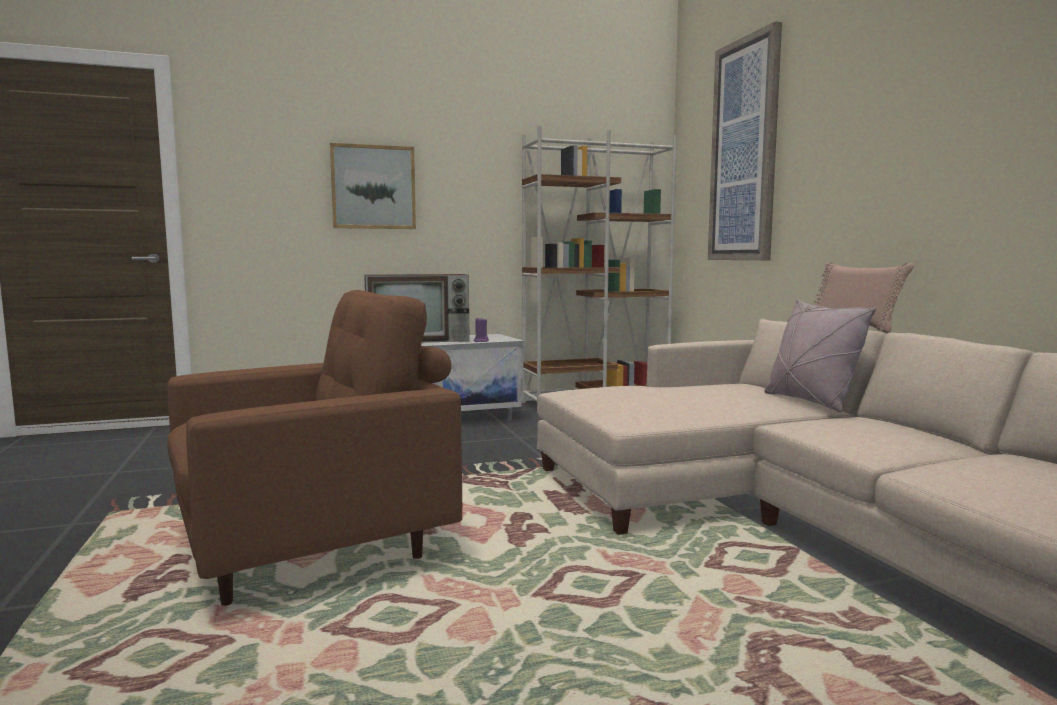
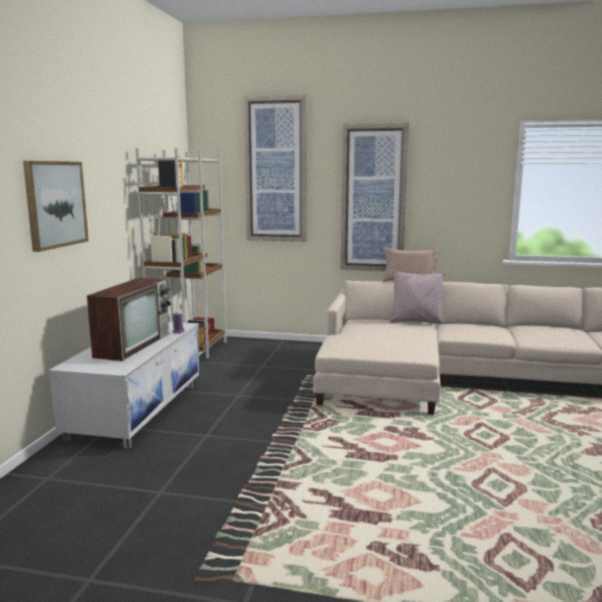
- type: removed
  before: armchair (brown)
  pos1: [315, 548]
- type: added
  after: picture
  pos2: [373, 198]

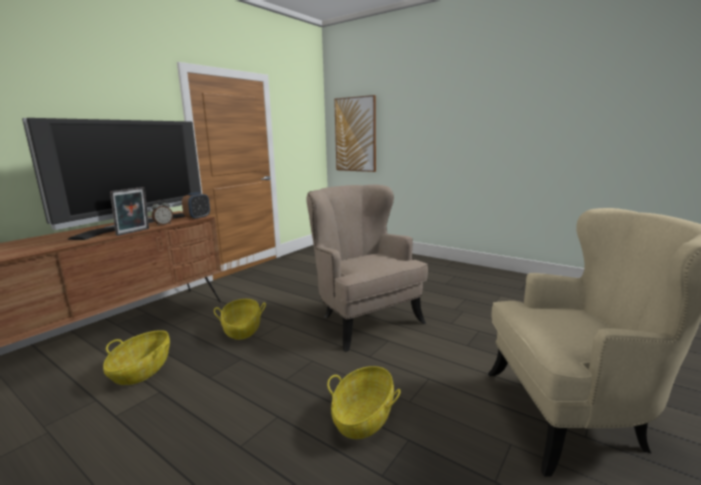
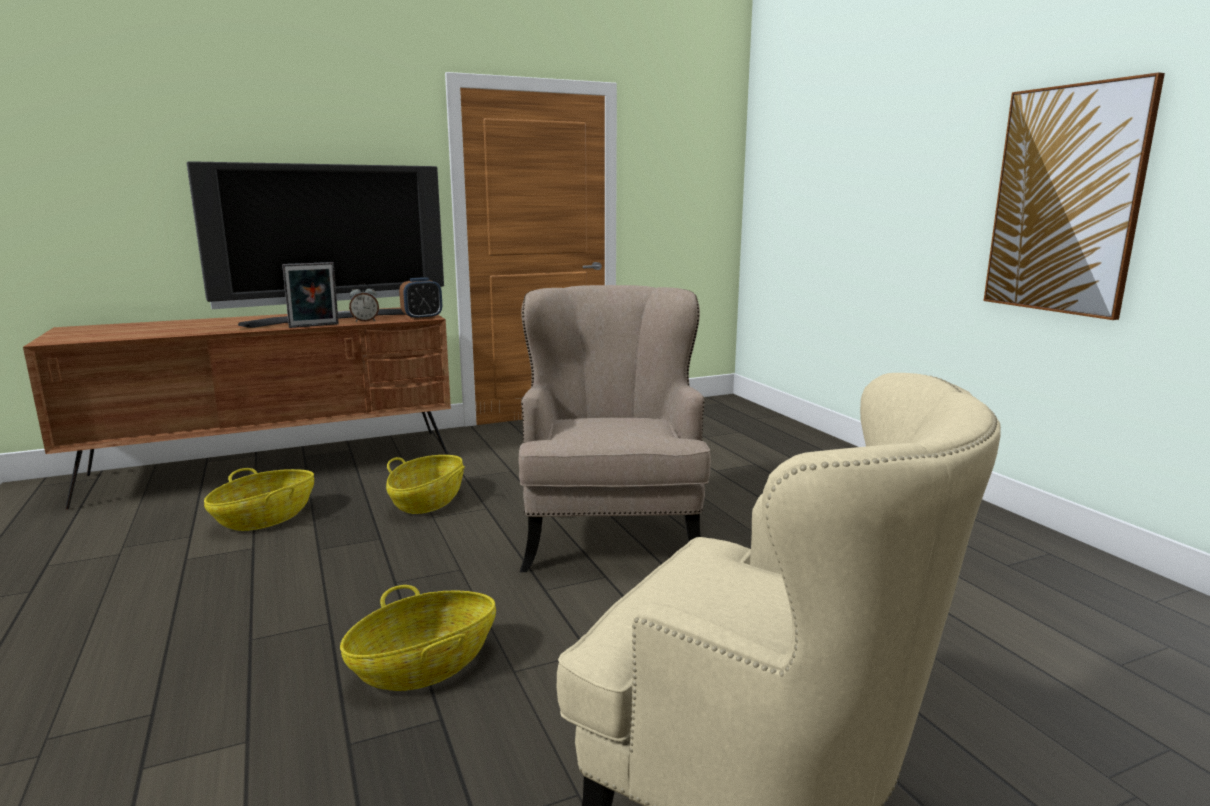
- type: moved
  before: picture
  pos1: [355, 134]
  pos2: [1066, 200]

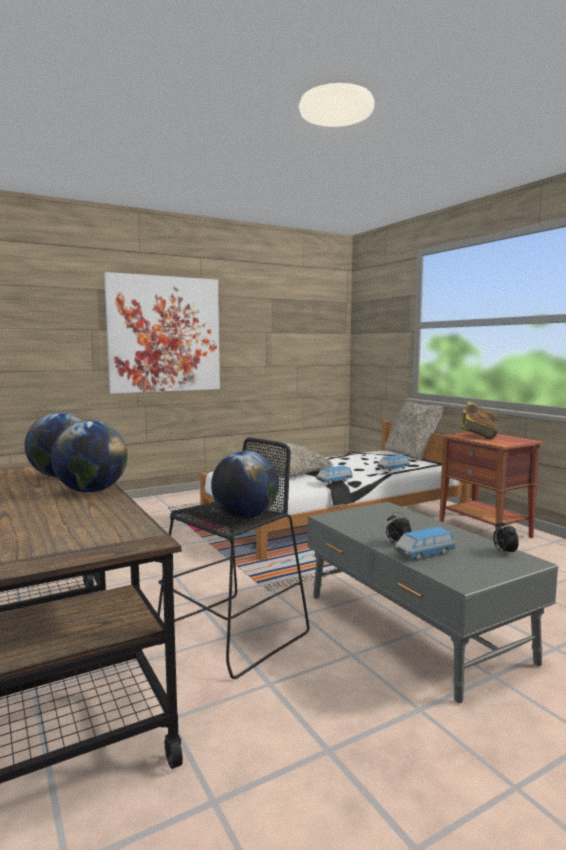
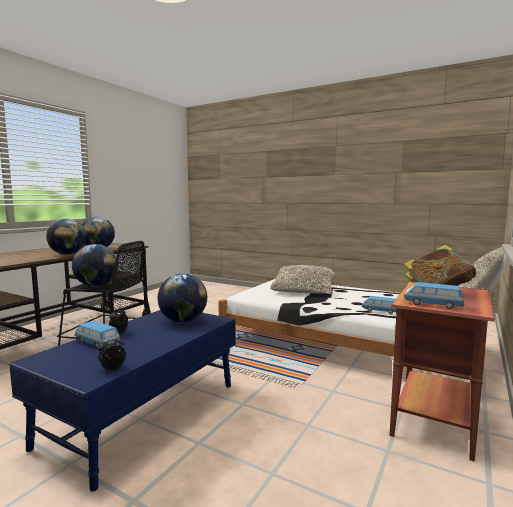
- type: removed
  before: picture
  pos1: [164, 334]
- type: recoloured
  before: low table (grey)
  after: low table (blue)
  pos1: [414, 628]
  pos2: [143, 415]
- type: moved
  before: model car
  pos1: [334, 481]
  pos2: [432, 304]
- type: added
  after: globe
  pos2: [183, 321]

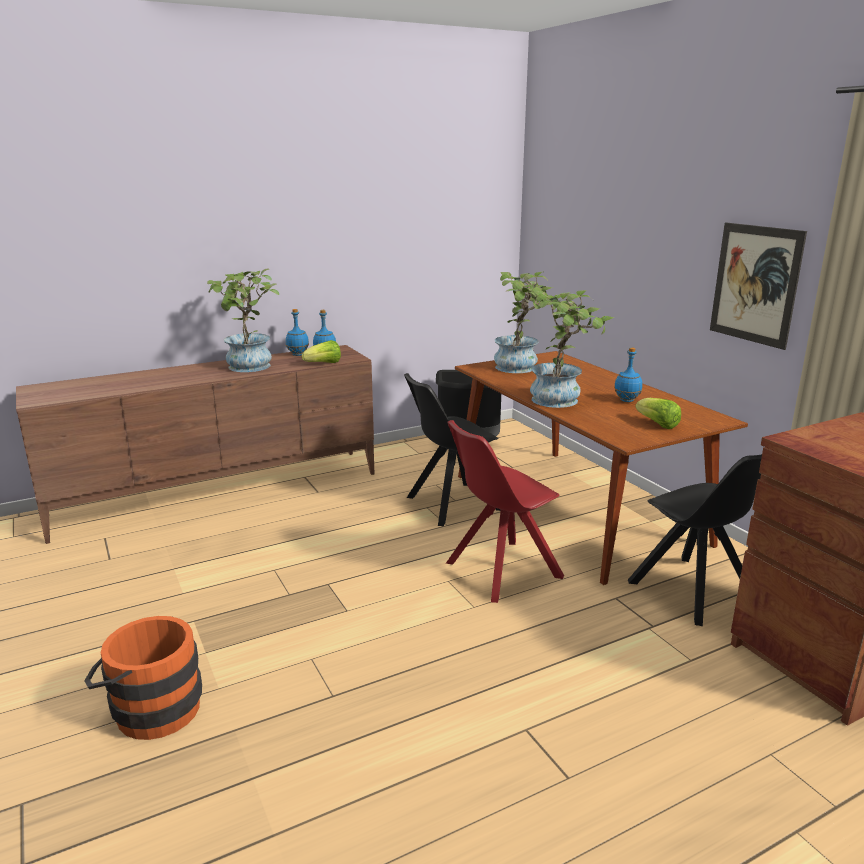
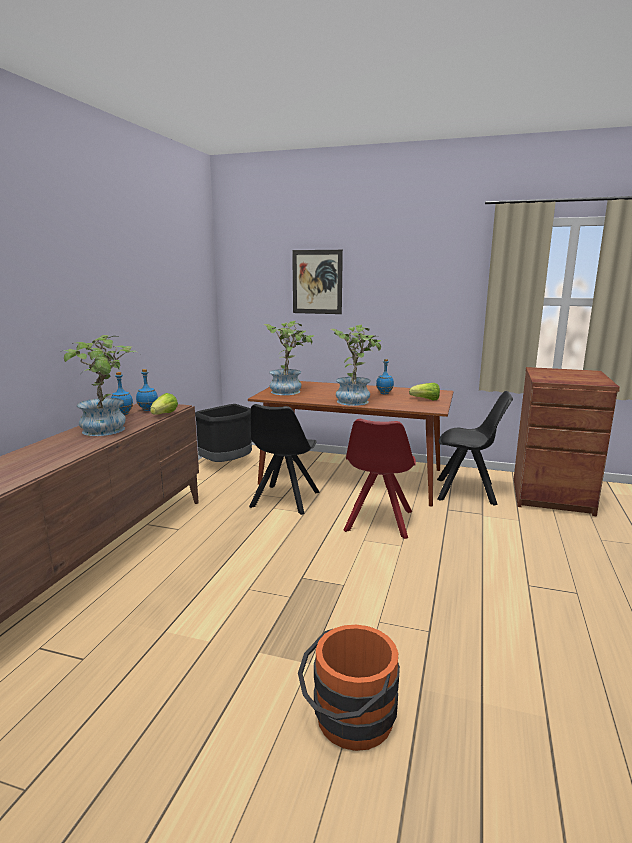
- type: moved
  before: picture
  pos1: [755, 284]
  pos2: [317, 282]

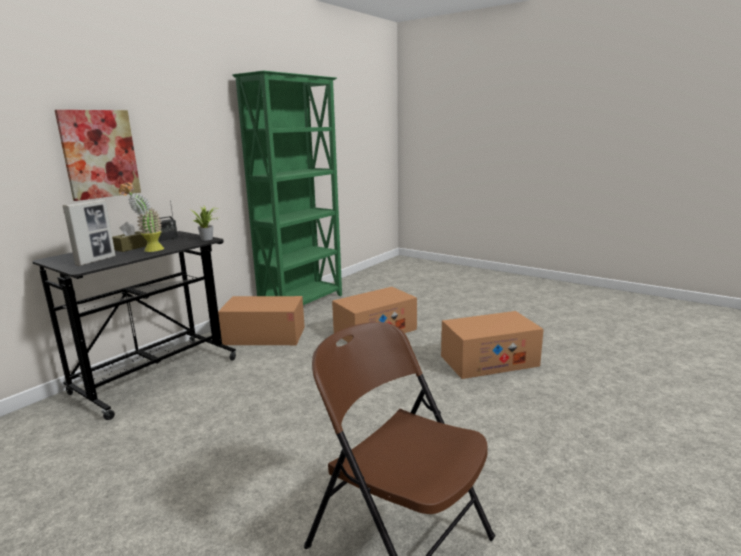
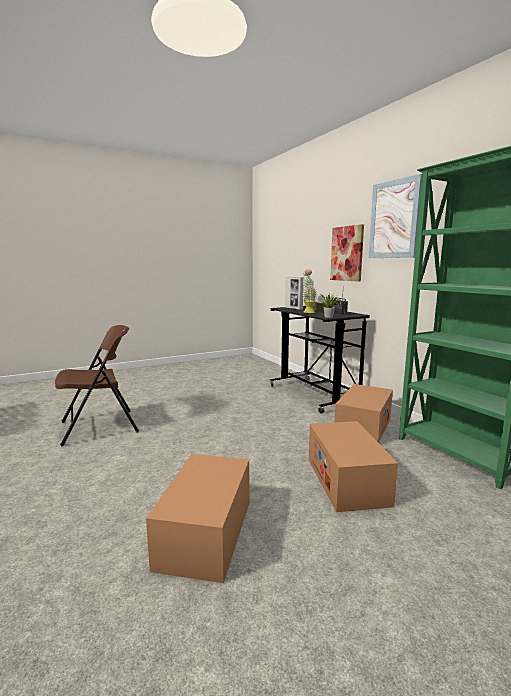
- type: added
  after: picture
  pos2: [394, 219]

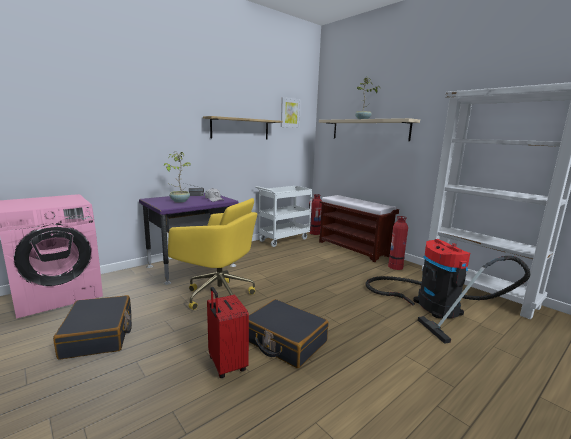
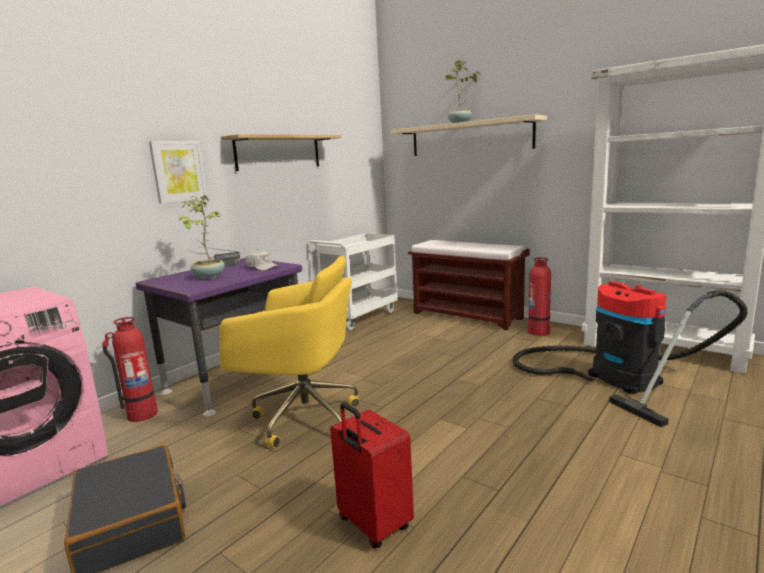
- type: removed
  before: piece of luggage (blackish)
  pos1: [284, 341]
- type: moved
  before: picture
  pos1: [290, 113]
  pos2: [178, 171]
- type: moved
  before: extinguisher
  pos1: [314, 233]
  pos2: [141, 414]

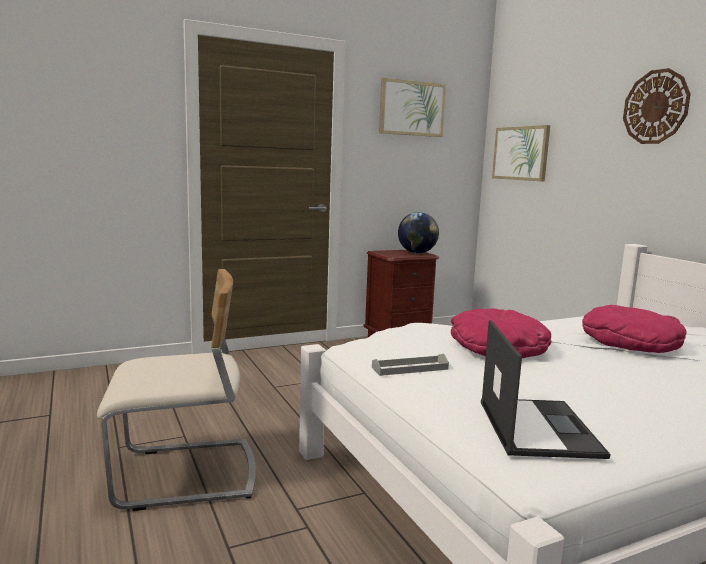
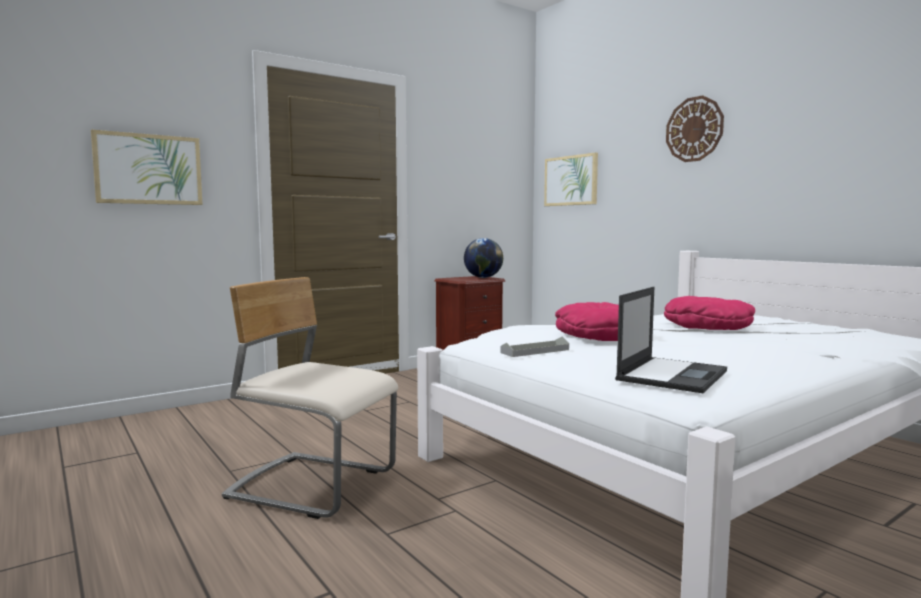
- type: turned
  before: plain chair (beige)
  pos1: [185, 475]
  pos2: [313, 485]
  turn: -135
- type: moved
  before: picture
  pos1: [411, 108]
  pos2: [148, 169]
- type: turned
  before: laptop
  pos1: [537, 427]
  pos2: [672, 375]
  turn: 45

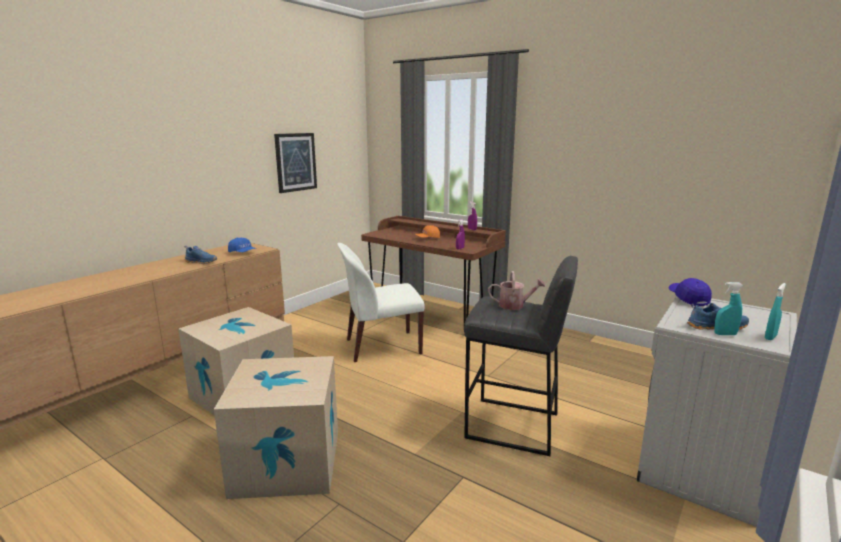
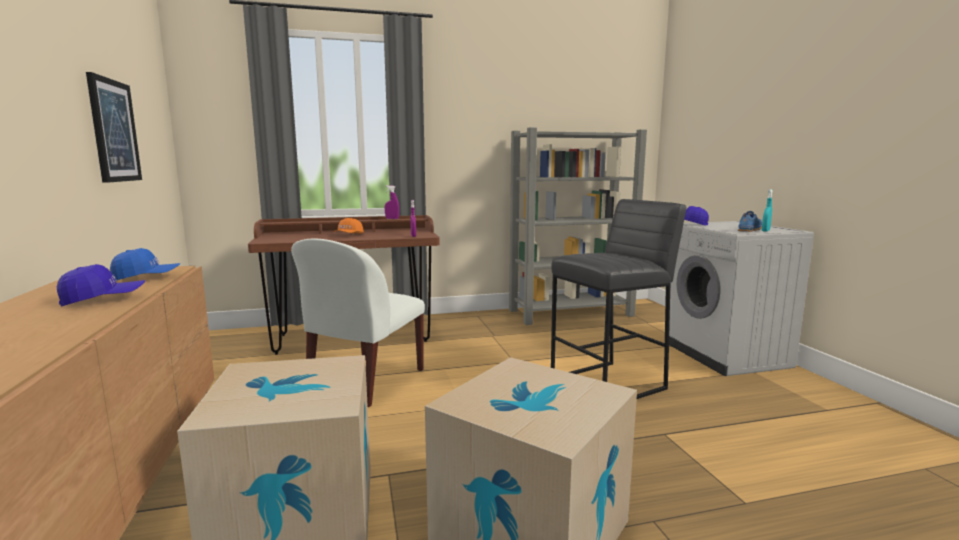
- type: replaced
  before: low shoe (blue)
  after: baseball cap (blue)
  pos1: [202, 262]
  pos2: [103, 299]
- type: removed
  before: watering can
  pos1: [515, 305]
- type: removed
  before: hand sprayer (blue-green)
  pos1: [770, 337]
- type: added
  after: bookshelf (grey)
  pos2: [570, 313]

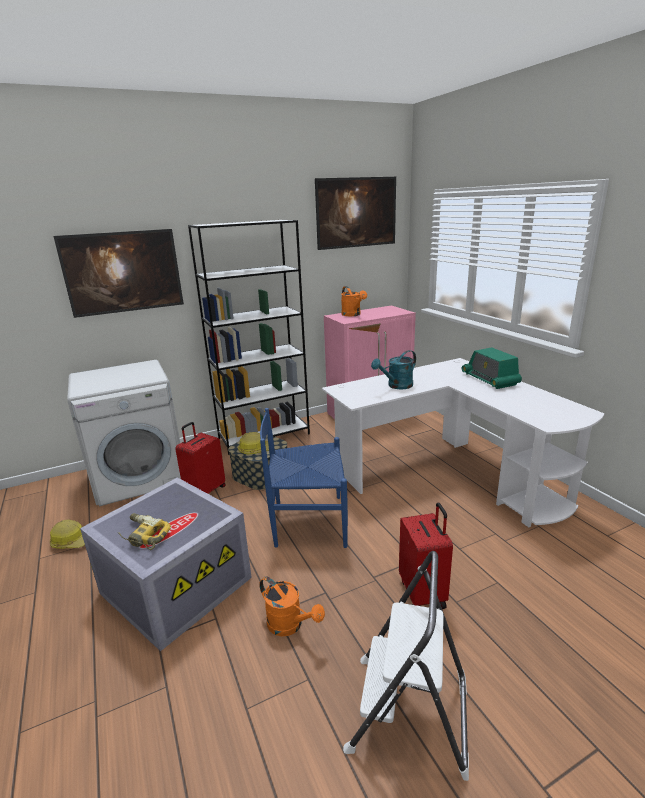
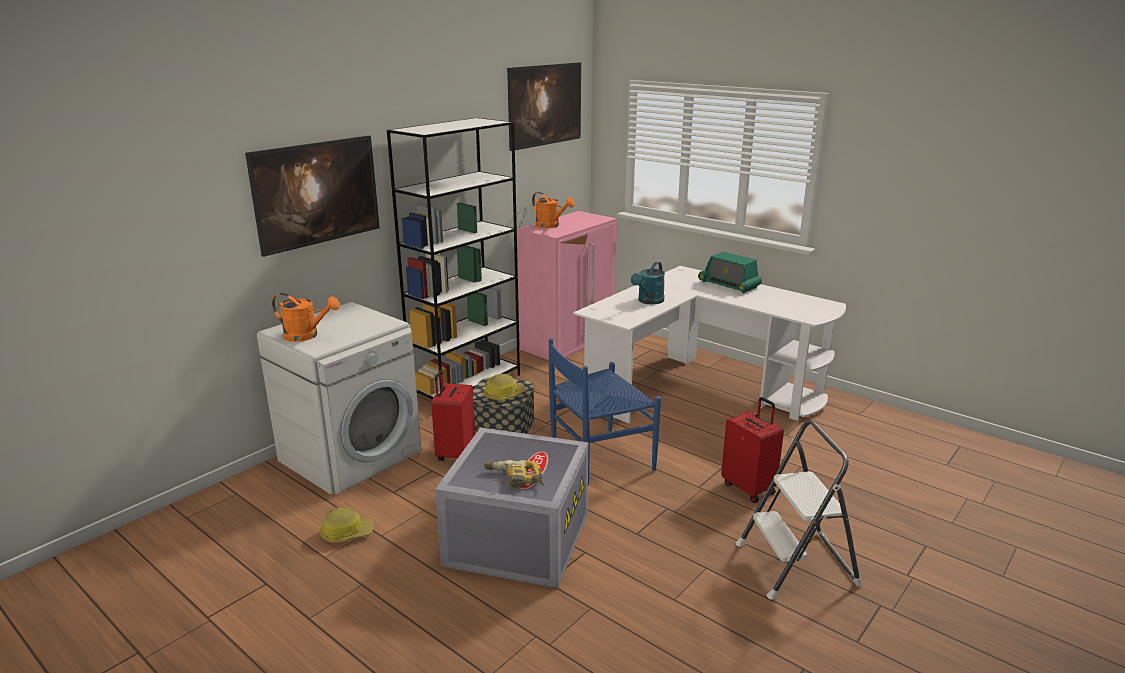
- type: moved
  before: watering can (orange-coloured)
  pos1: [290, 625]
  pos2: [307, 336]

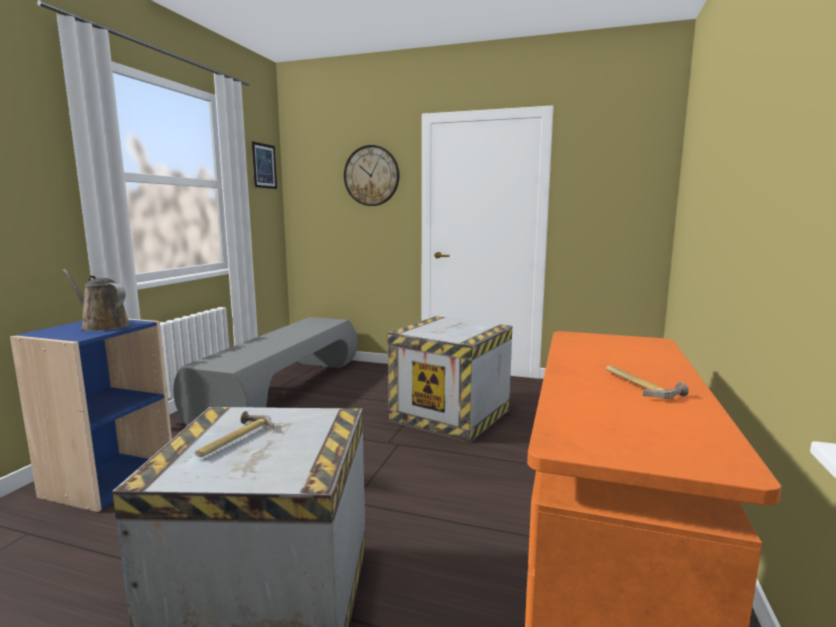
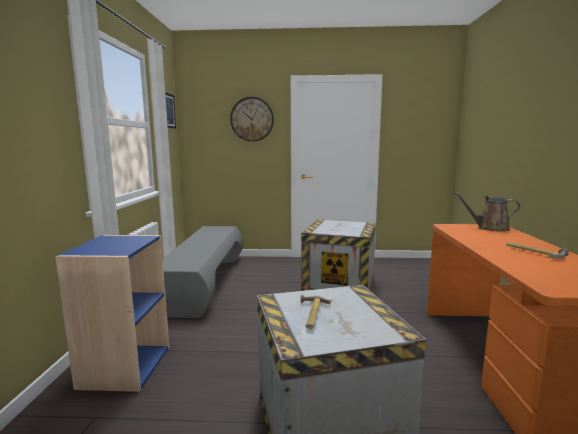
- type: moved
  before: watering can (brown)
  pos1: [102, 326]
  pos2: [489, 228]

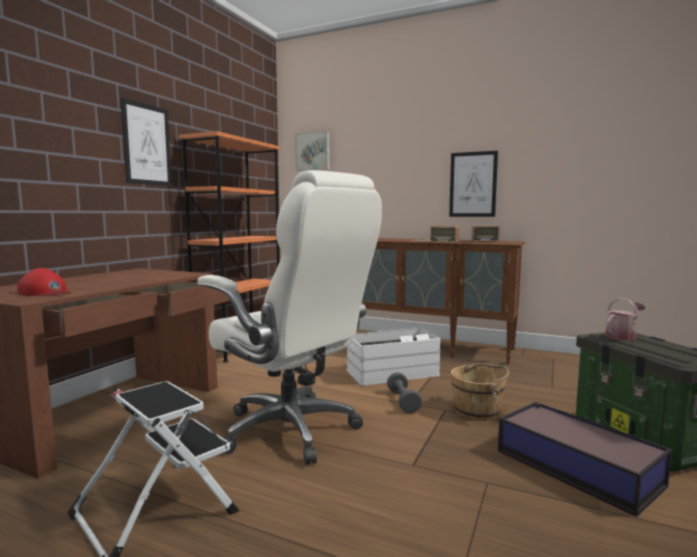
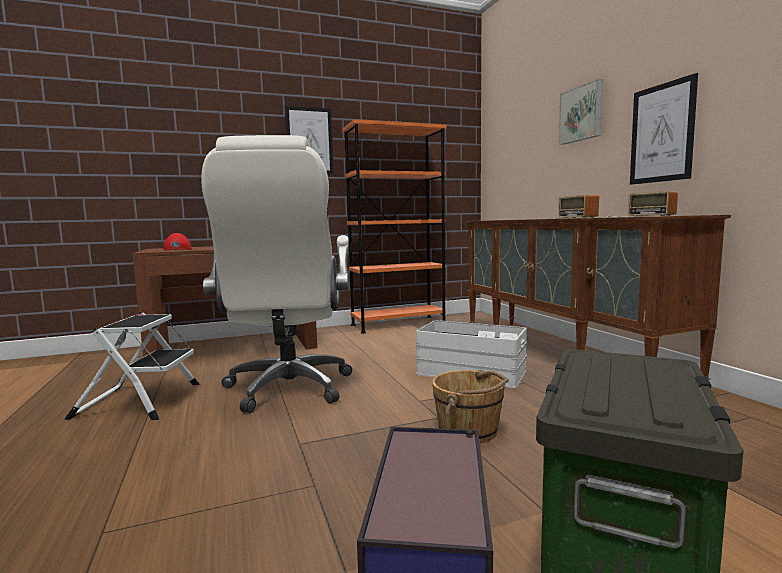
- type: moved
  before: picture
  pos1: [313, 151]
  pos2: [582, 114]
- type: removed
  before: dumbbell (grey)
  pos1: [403, 402]
- type: removed
  before: watering can
  pos1: [622, 336]

